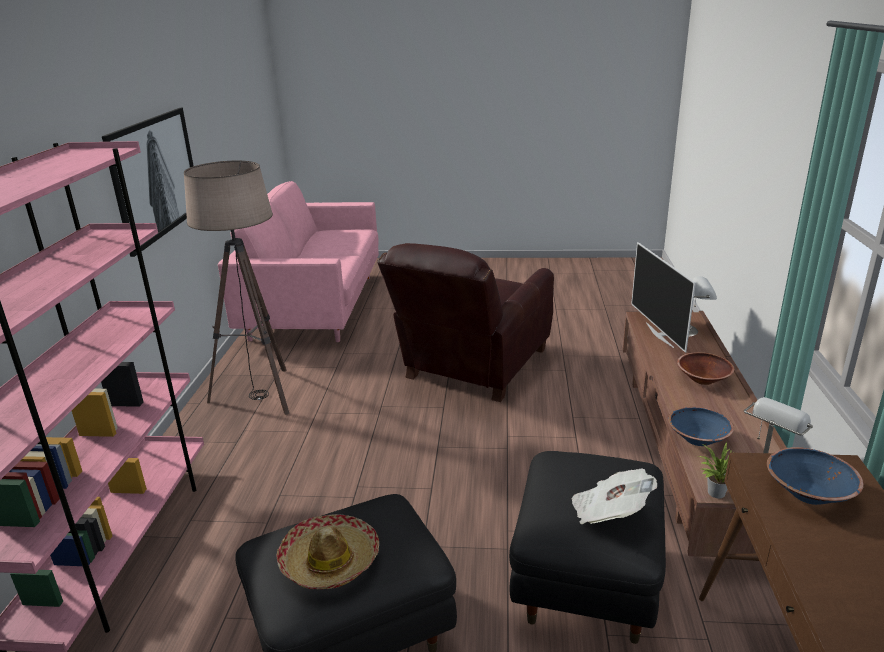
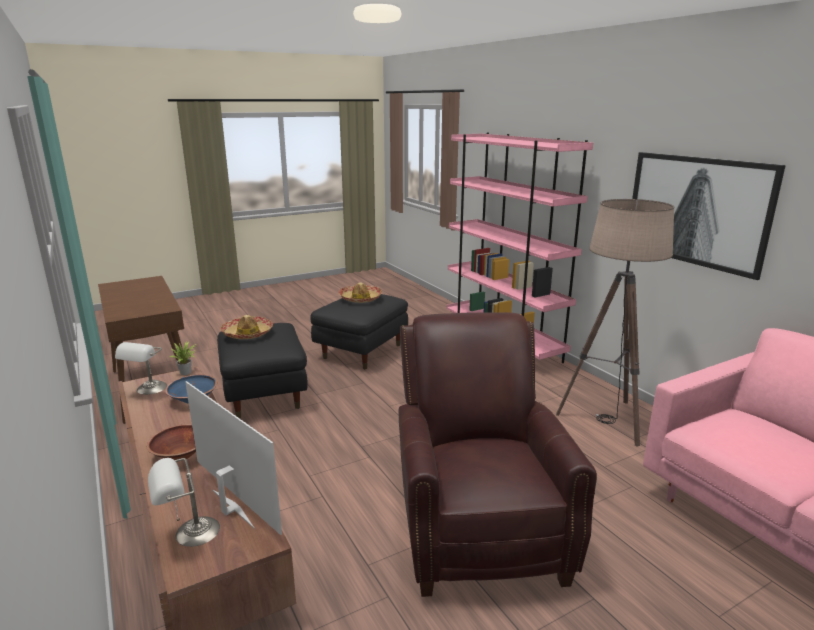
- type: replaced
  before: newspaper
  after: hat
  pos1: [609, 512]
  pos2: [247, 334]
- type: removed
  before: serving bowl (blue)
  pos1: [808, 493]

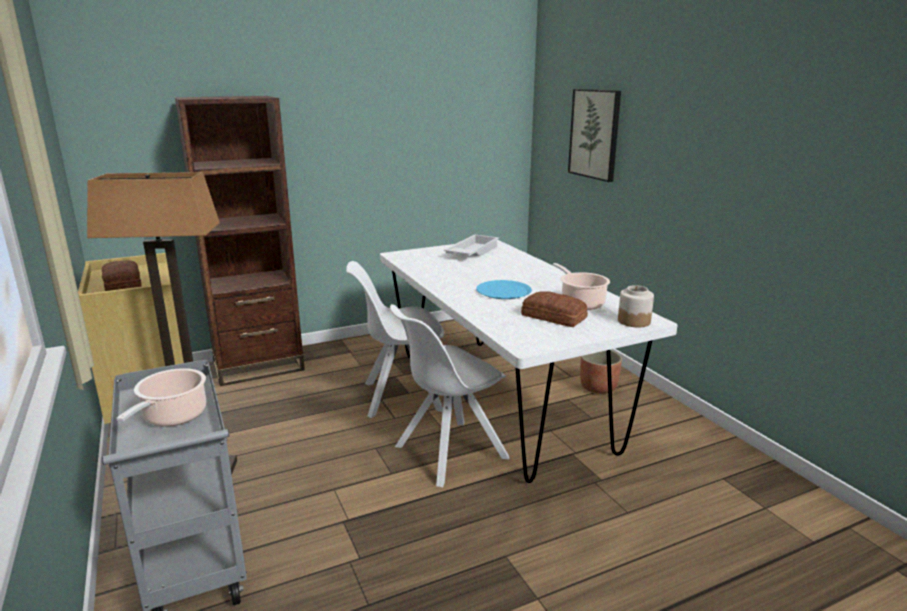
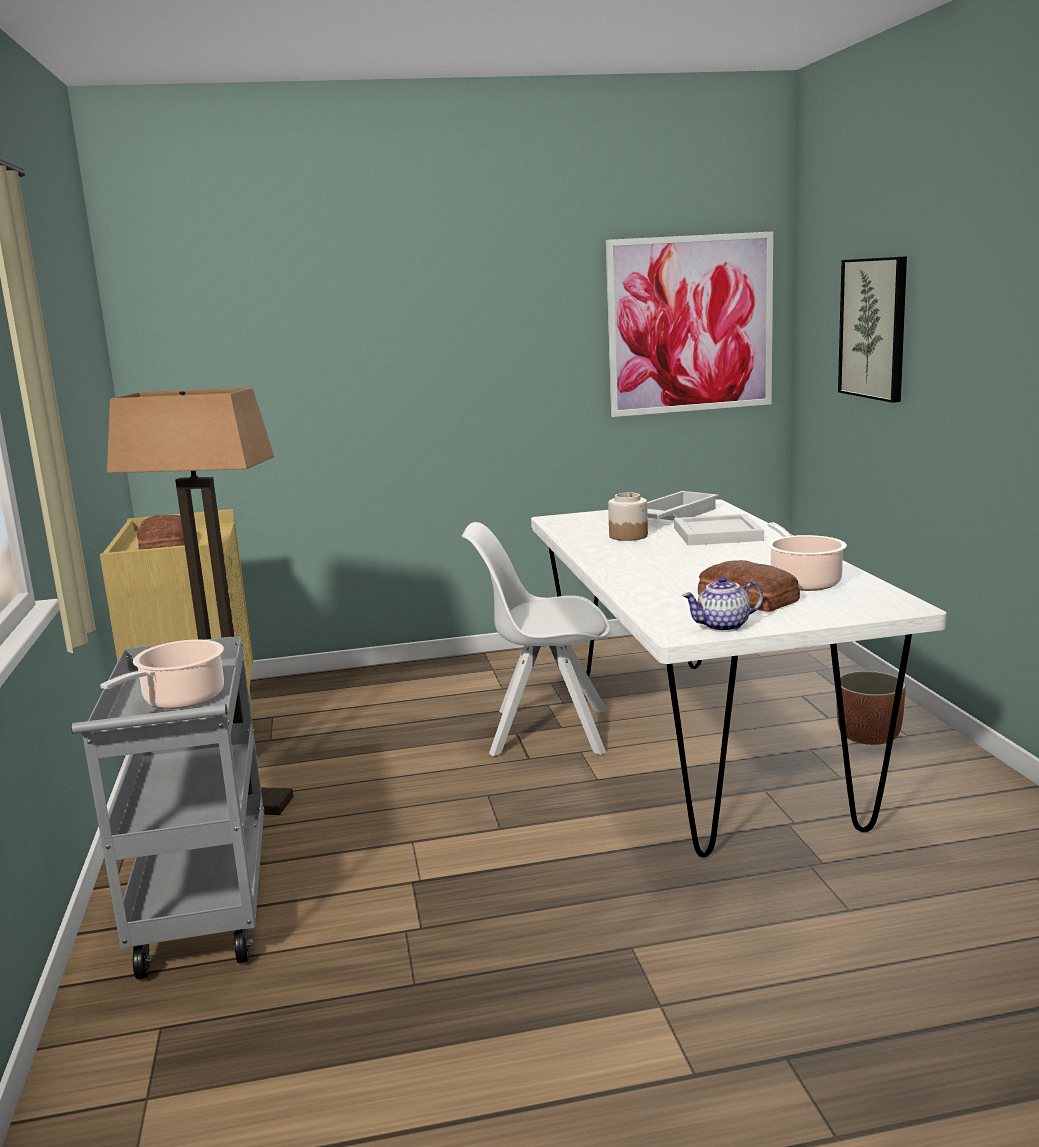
- type: removed
  before: bookshelf (brown)
  pos1: [258, 366]
- type: removed
  before: plain chair (white)
  pos1: [449, 452]
- type: removed
  before: flat dish (blue)
  pos1: [503, 291]
- type: moved
  before: preserve jar
  pos1: [633, 321]
  pos2: [628, 536]
- type: added
  after: picture
  pos2: [690, 324]
- type: added
  after: carrying tray (white)
  pos2: [716, 534]
- type: added
  after: pot for tea
  pos2: [723, 626]

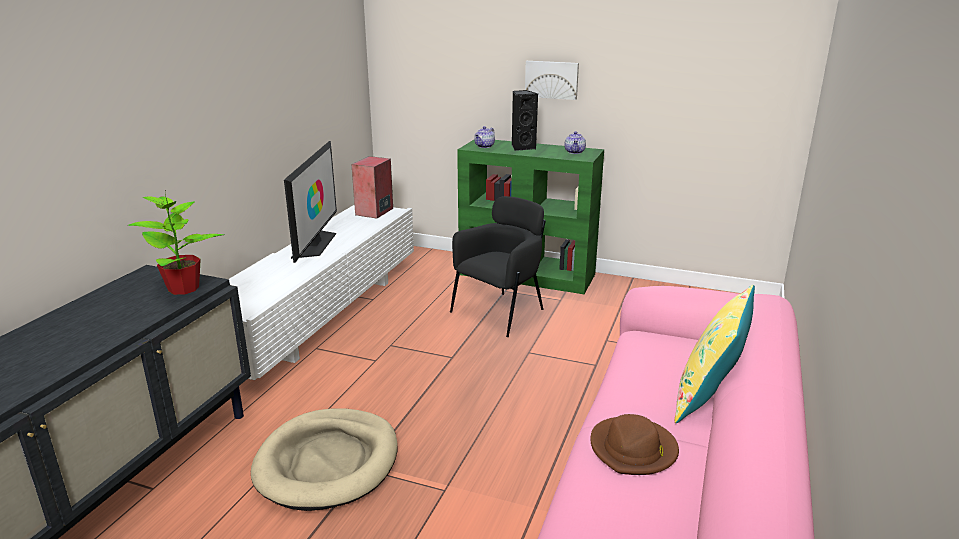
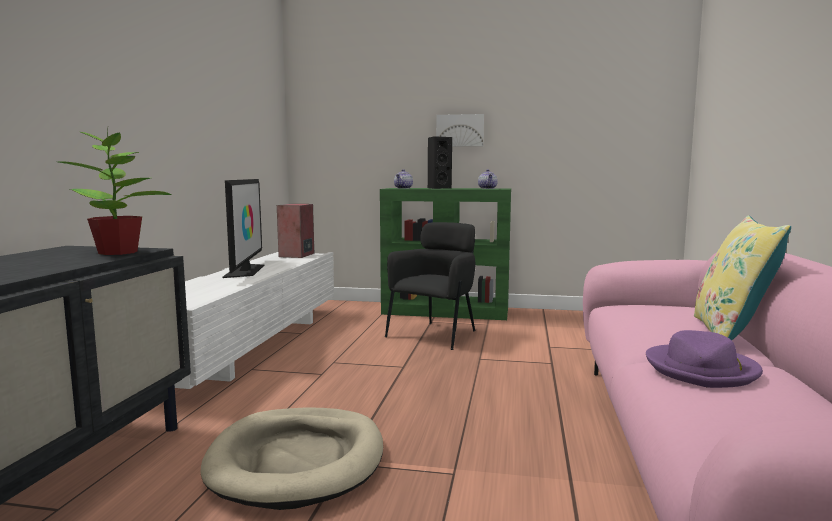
- type: recoloured
  before: hat (brown)
  after: hat (purplish)
  pos1: [633, 449]
  pos2: [702, 370]

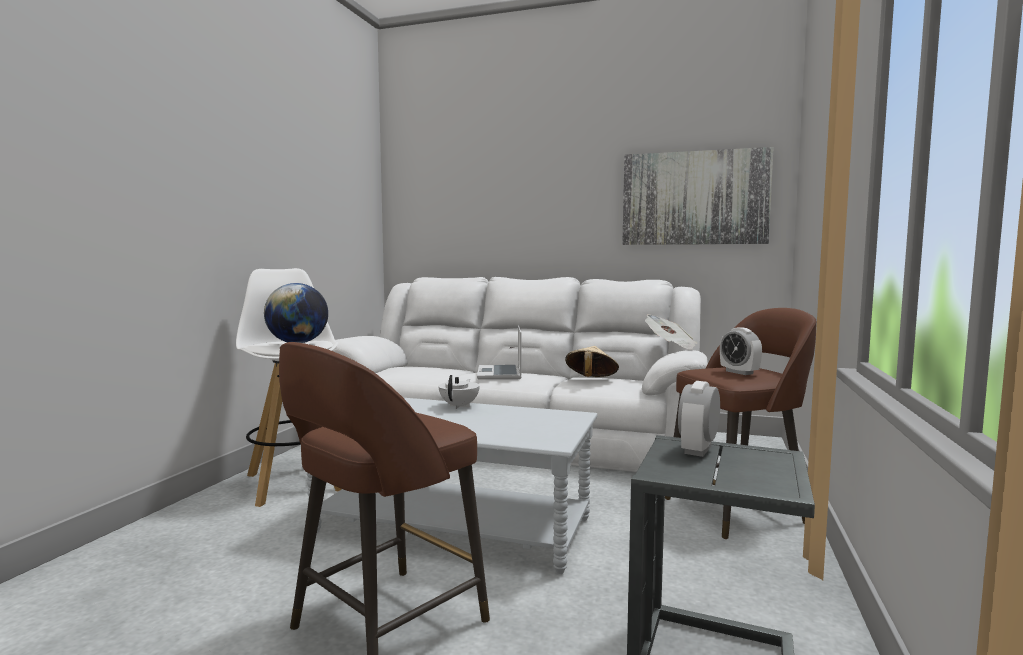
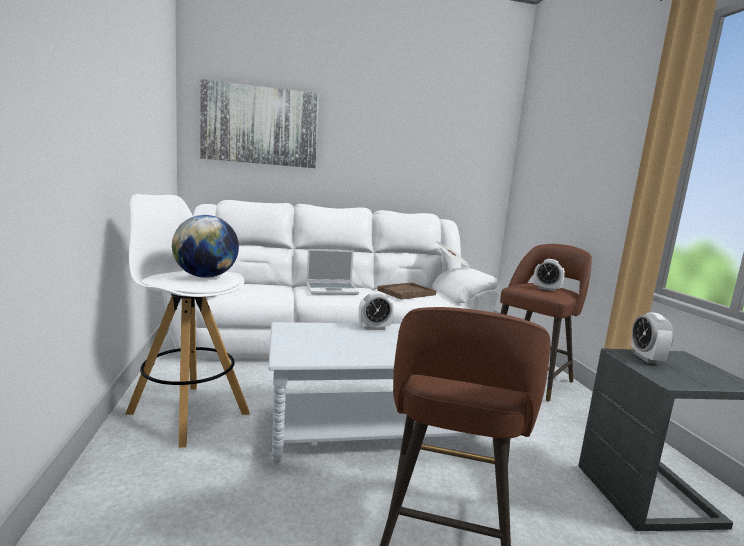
- type: replaced
  before: pot for tea (white)
  after: table clock
  pos1: [460, 406]
  pos2: [374, 328]
- type: turned
  before: laptop
  pos1: [500, 374]
  pos2: [332, 290]
  turn: -75
- type: replaced
  before: hat (beige)
  after: carrying tray (brown)
  pos1: [591, 380]
  pos2: [406, 292]
- type: moved
  before: picture
  pos1: [694, 198]
  pos2: [260, 126]

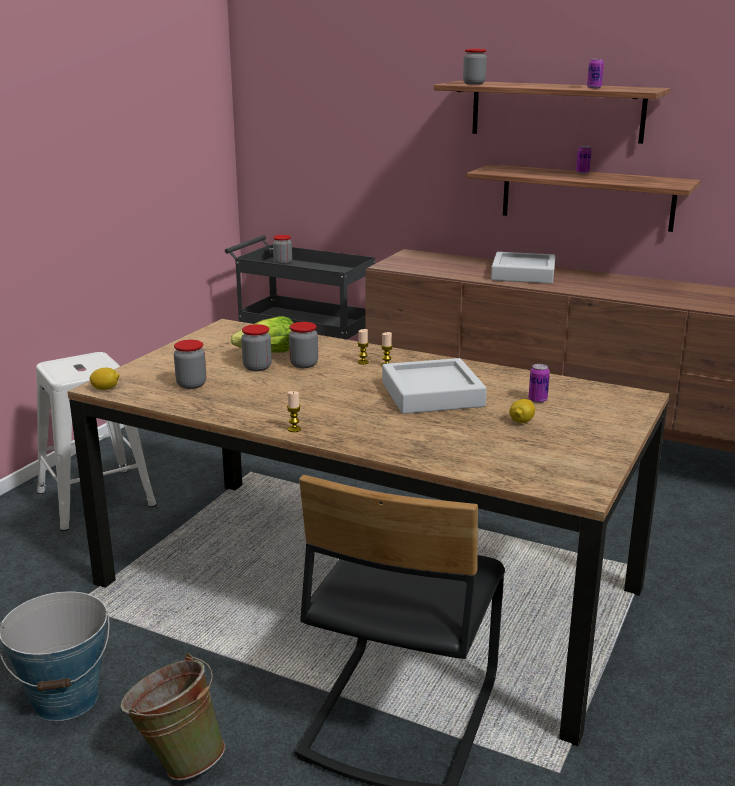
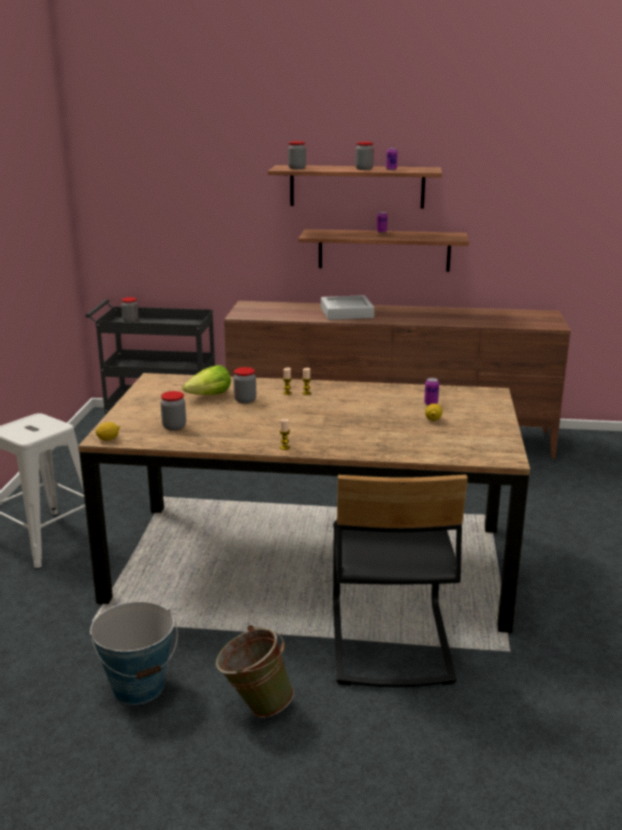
- type: moved
  before: preserve jar
  pos1: [257, 367]
  pos2: [364, 169]
- type: removed
  before: carrying tray (grey)
  pos1: [432, 394]

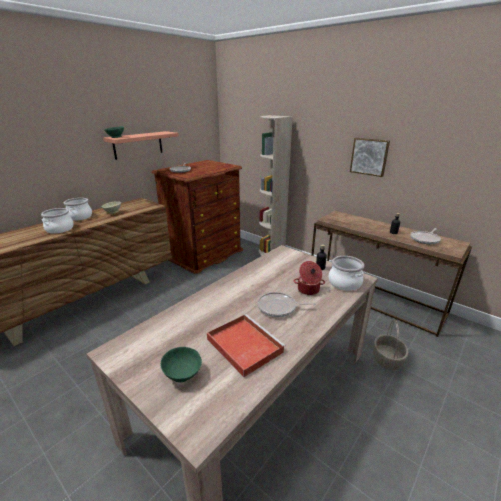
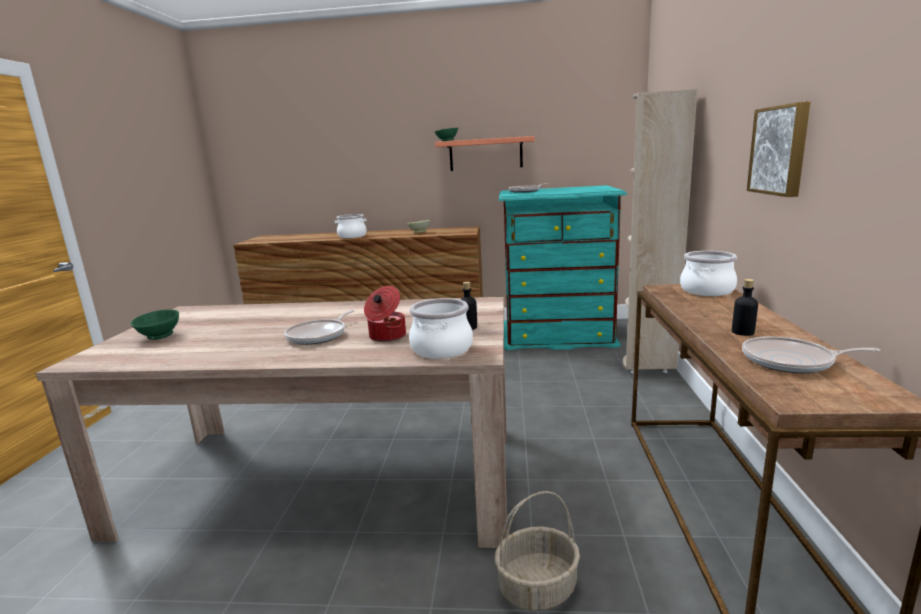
- type: moved
  before: cooking pot
  pos1: [80, 217]
  pos2: [707, 291]
- type: recoloured
  before: chest of drawers (brown)
  after: chest of drawers (blue-green)
  pos1: [205, 253]
  pos2: [558, 333]
- type: removed
  before: carrying tray (red)
  pos1: [243, 345]
- type: turned
  before: skillet
  pos1: [279, 307]
  pos2: [319, 335]
  turn: -120

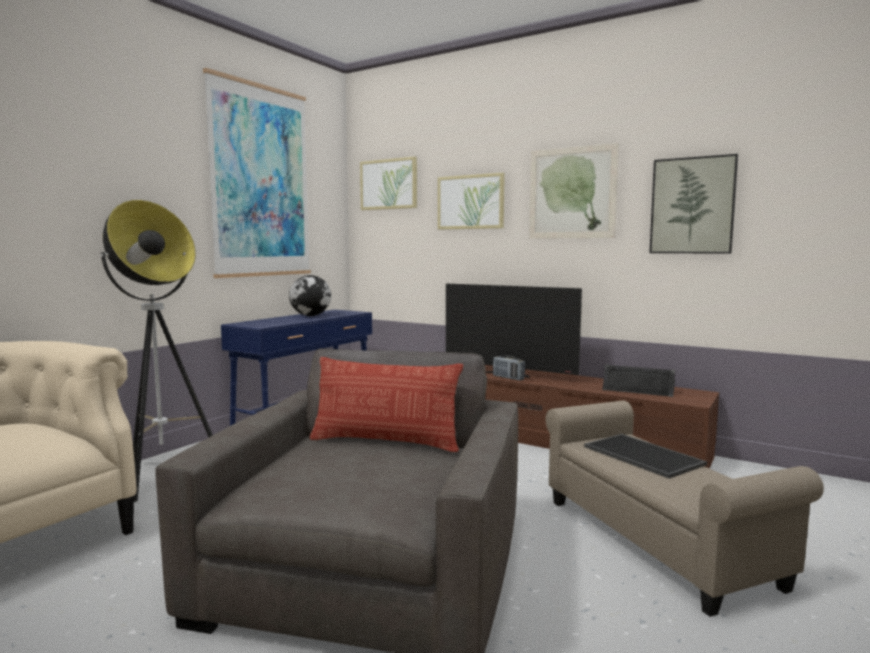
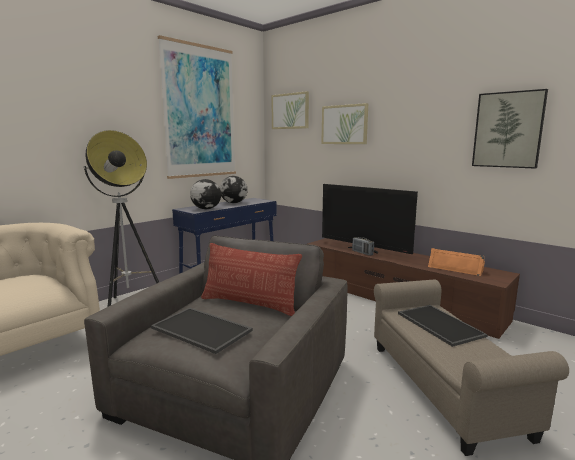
- type: removed
  before: picture
  pos1: [572, 193]
- type: recoloured
  before: speaker (blackish)
  after: speaker (orange-coloured)
  pos1: [638, 390]
  pos2: [455, 268]
- type: added
  after: carrying tray
  pos2: [203, 329]
- type: added
  after: globe
  pos2: [206, 209]

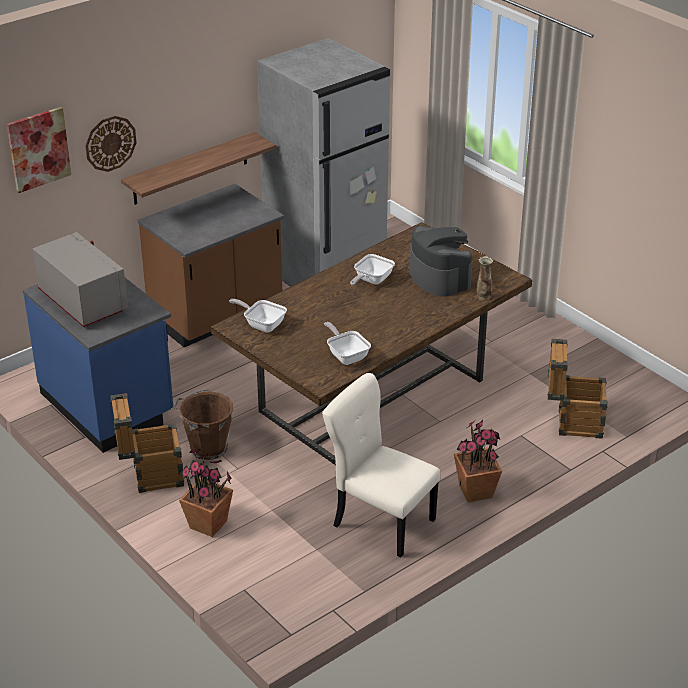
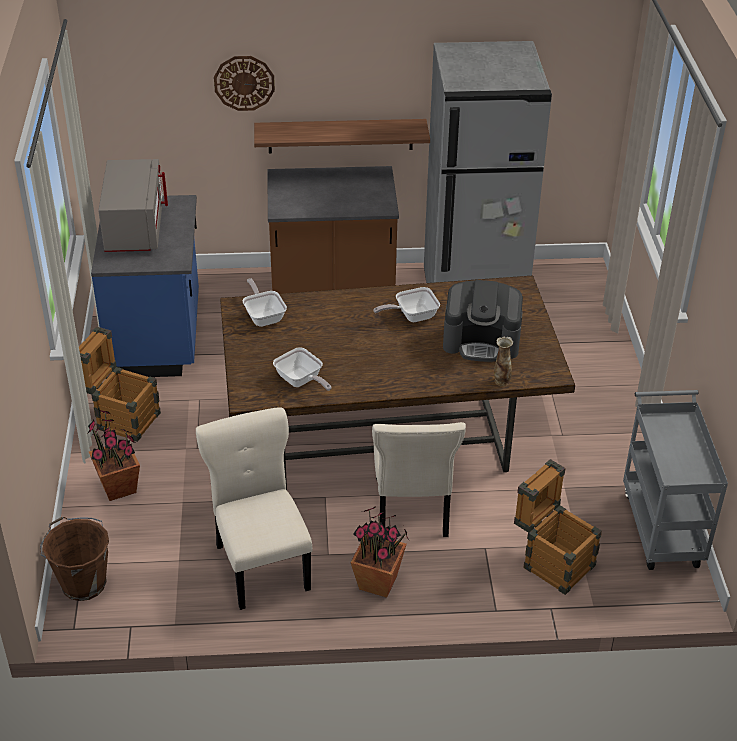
- type: removed
  before: picture
  pos1: [38, 149]
- type: moved
  before: water bucket (brown)
  pos1: [207, 447]
  pos2: [82, 582]
- type: turned
  before: skillet
  pos1: [346, 355]
  pos2: [301, 381]
  turn: 135
- type: turned
  before: coffee brewer
  pos1: [439, 277]
  pos2: [481, 341]
  turn: 90
- type: added
  after: plain chair (beige)
  pos2: [411, 510]
- type: added
  after: trolley (grey)
  pos2: [660, 529]

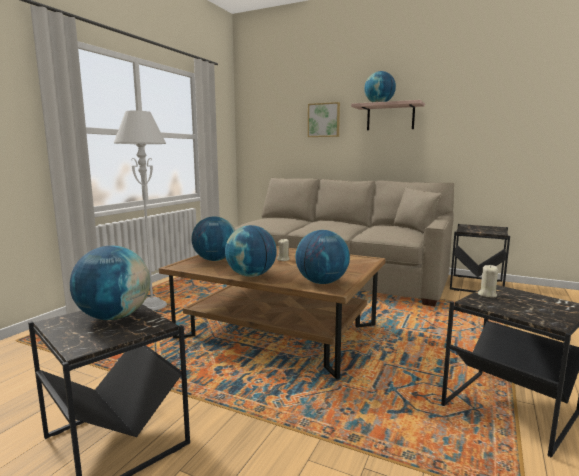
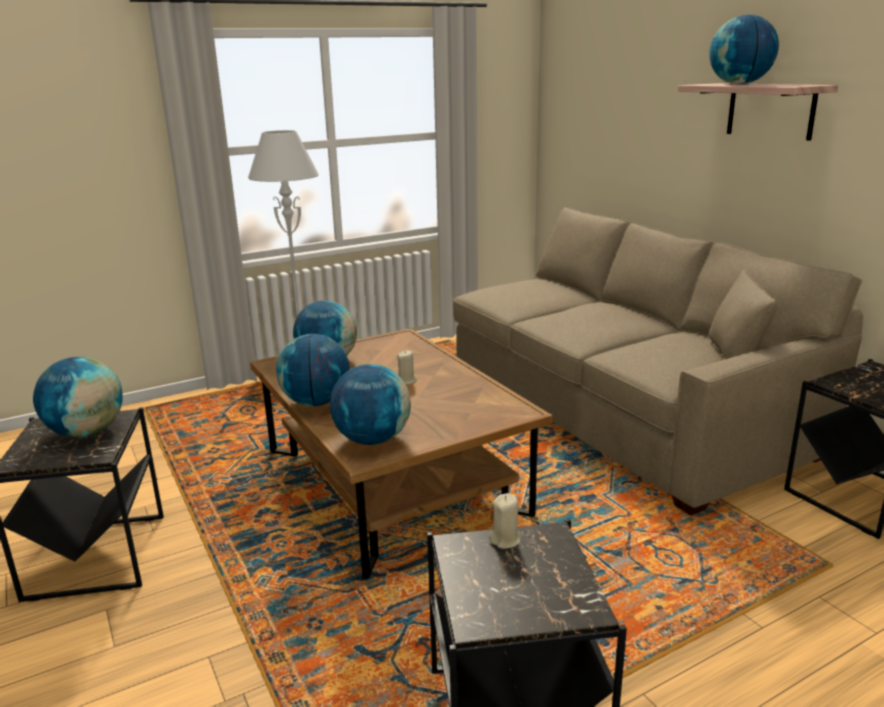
- type: removed
  before: picture
  pos1: [324, 120]

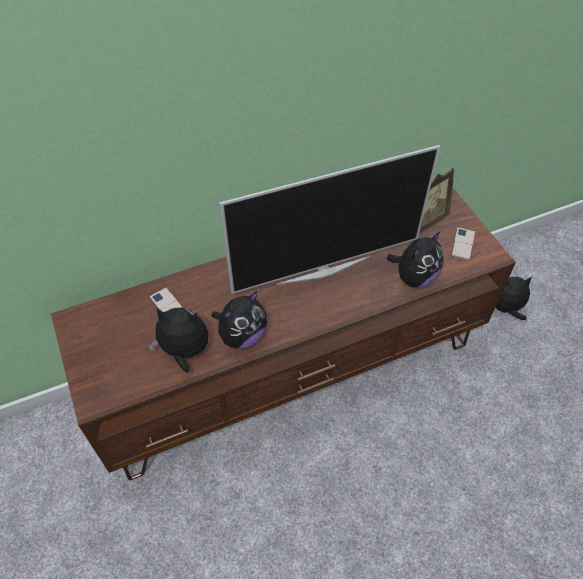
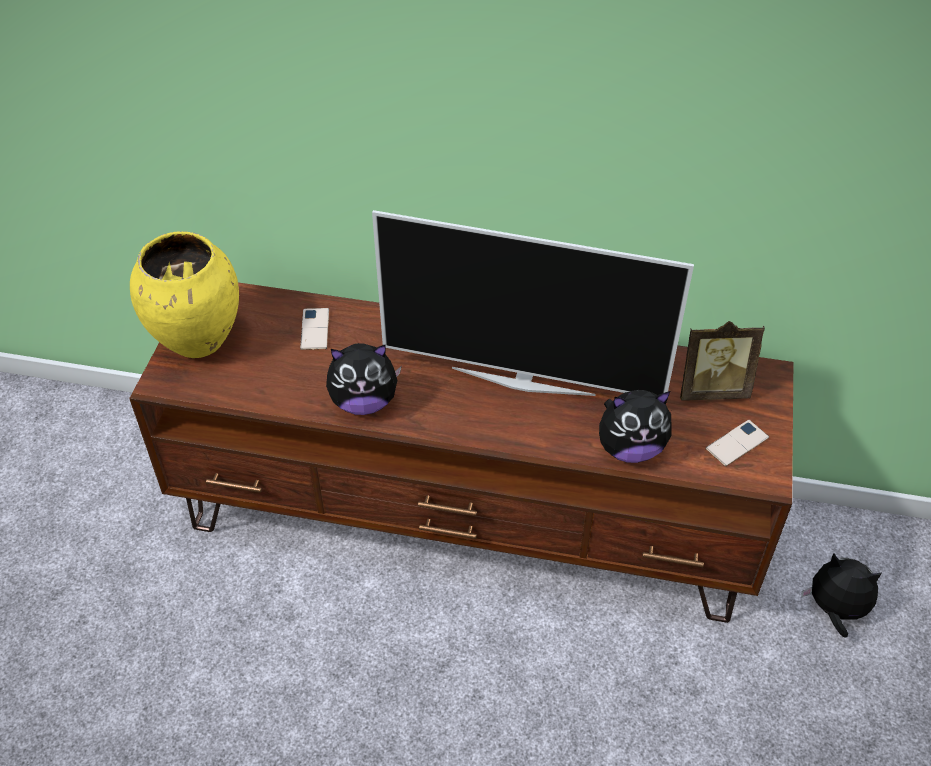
- type: removed
  before: plush toy
  pos1: [184, 351]
- type: added
  after: decorative vase (yellow-coloured)
  pos2: [199, 341]

